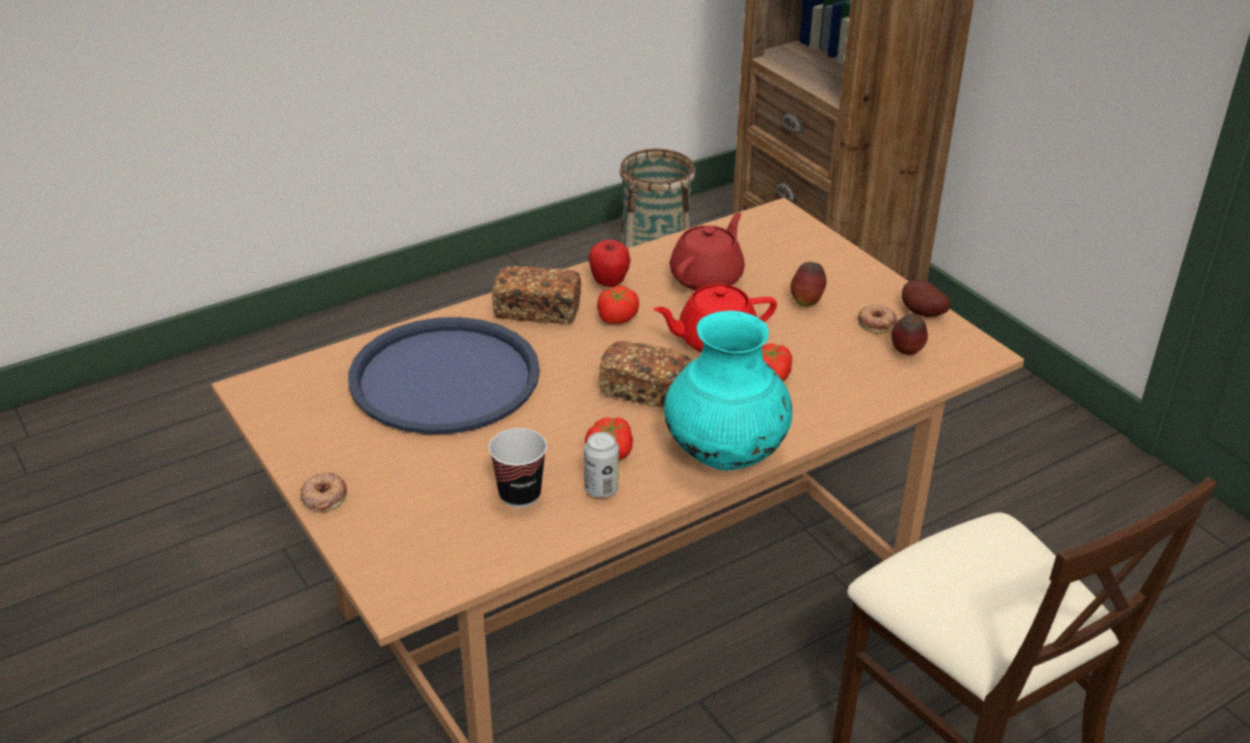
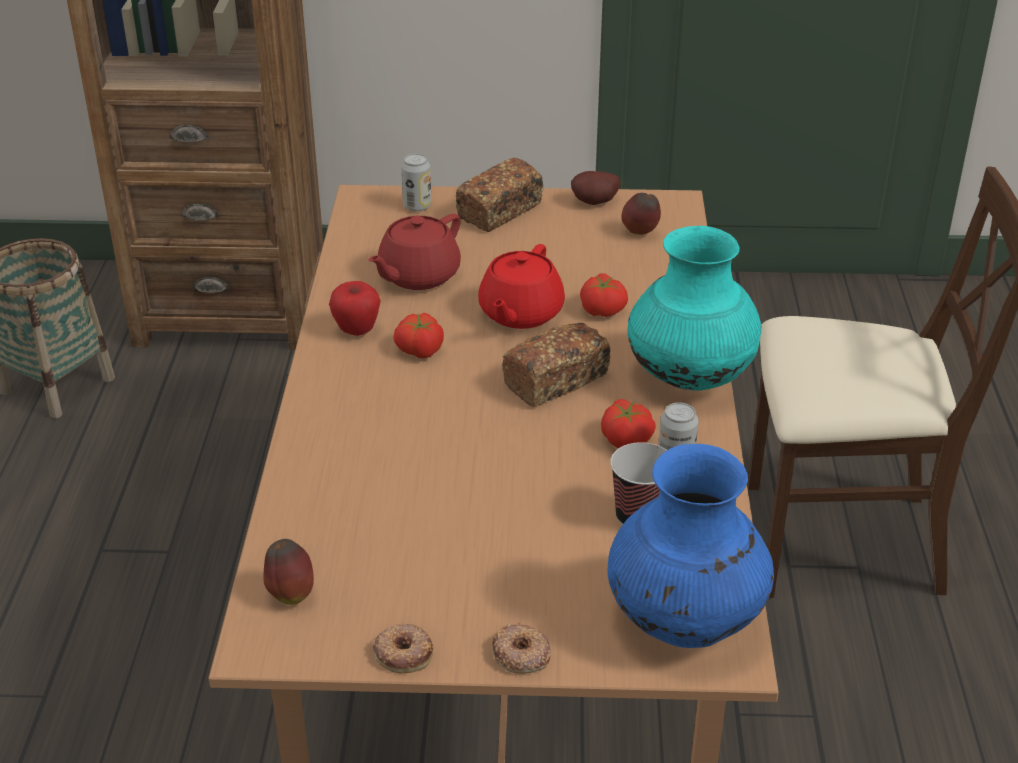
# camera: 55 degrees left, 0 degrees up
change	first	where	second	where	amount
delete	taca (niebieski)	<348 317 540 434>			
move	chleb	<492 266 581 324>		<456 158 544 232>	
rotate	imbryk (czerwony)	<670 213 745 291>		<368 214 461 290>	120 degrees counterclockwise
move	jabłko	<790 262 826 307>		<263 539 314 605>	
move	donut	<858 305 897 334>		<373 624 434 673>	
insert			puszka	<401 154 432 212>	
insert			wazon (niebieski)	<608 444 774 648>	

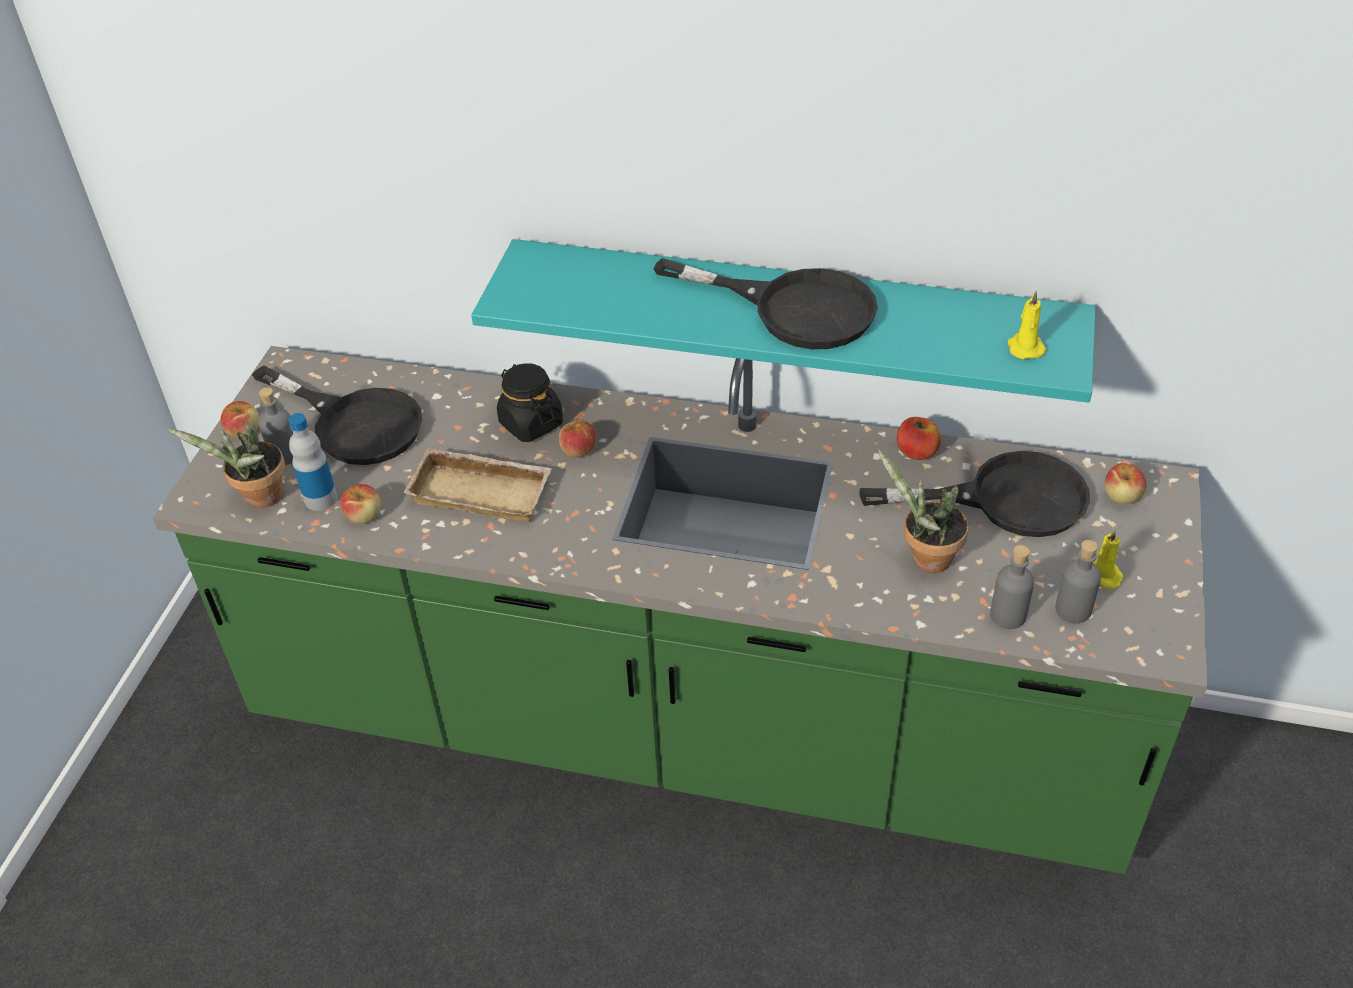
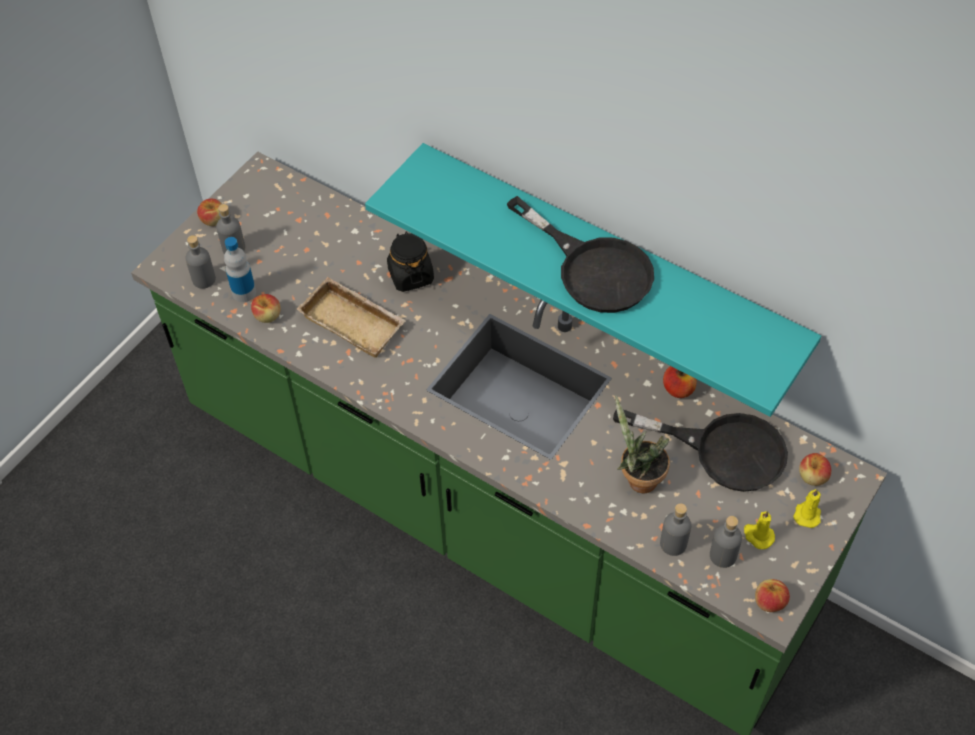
# camera: 20 degrees right, 10 degrees up
change	first	where	second	where	amount
replace	roślina doniczkowa	<166 422 285 508>	butelka (szary)	<185 235 216 289>	
delete	patelnia (czarny)	<252 365 422 465>			
move	jabłko	<559 420 597 458>		<755 579 790 612>	
move	świeca (żółty)	<1008 291 1046 359>		<793 489 821 528>	

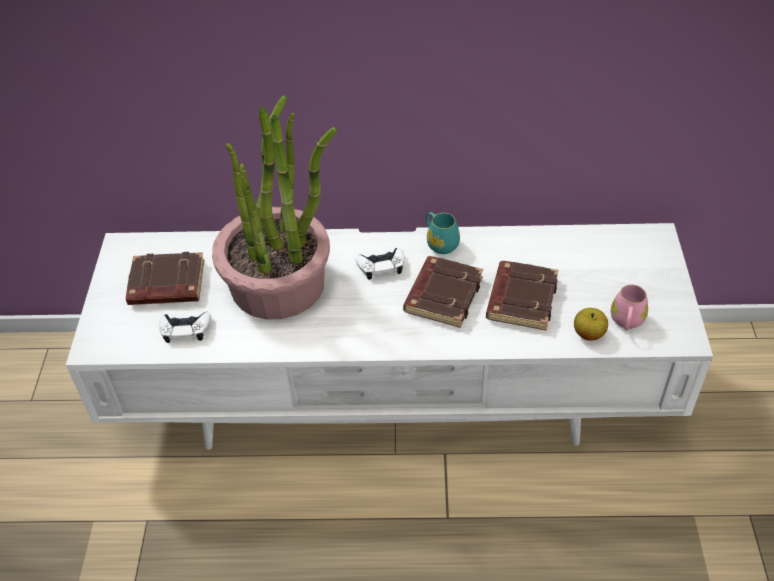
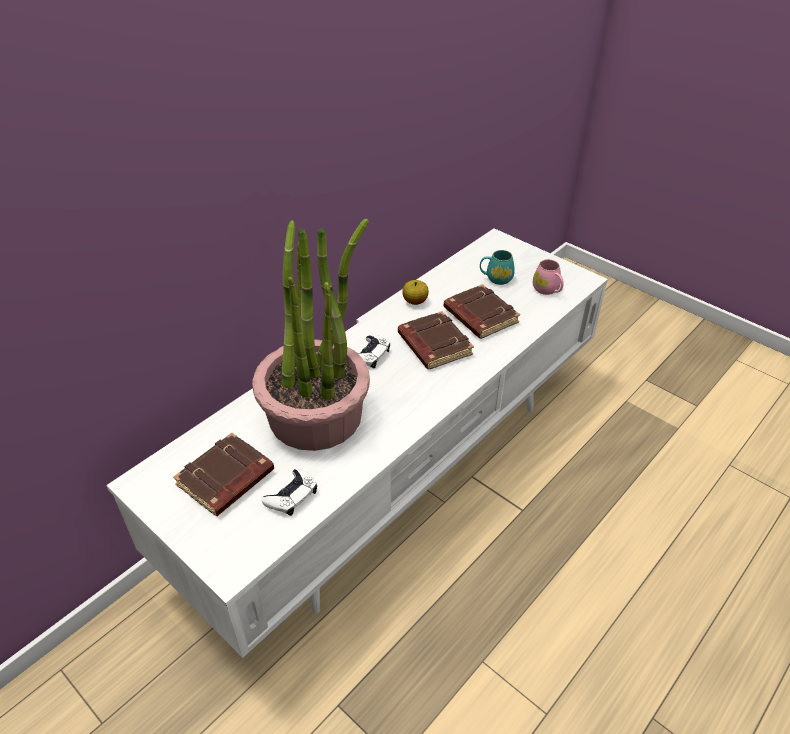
# camera: 50 degrees left, 5 degrees down
change	first	where	second	where	amount
move	kubek (turkusowy)	<426 212 460 254>		<480 250 515 285>	
move	jabłko	<574 308 608 341>		<402 280 429 305>	

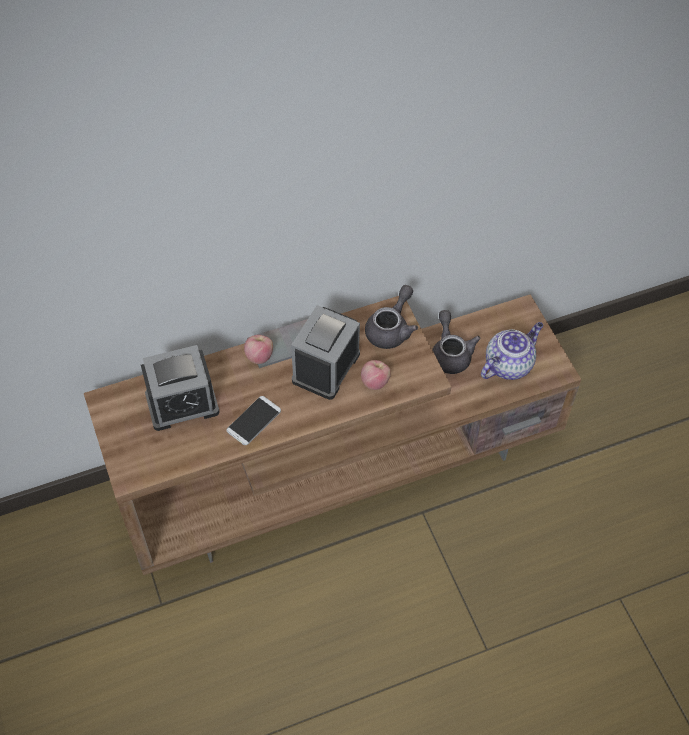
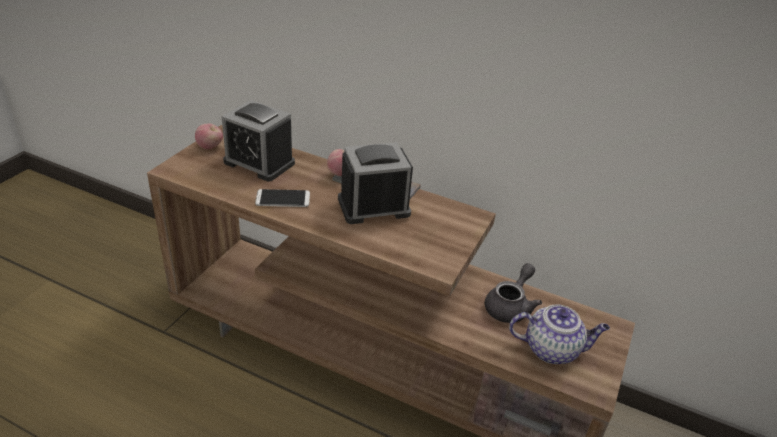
# camera: 45 degrees right, 20 degrees down
change	first	where	second	where	amount
move	jabłko	<361 360 391 390>		<195 123 223 149>	
delete	imbryk (szary)	<365 285 418 349>			

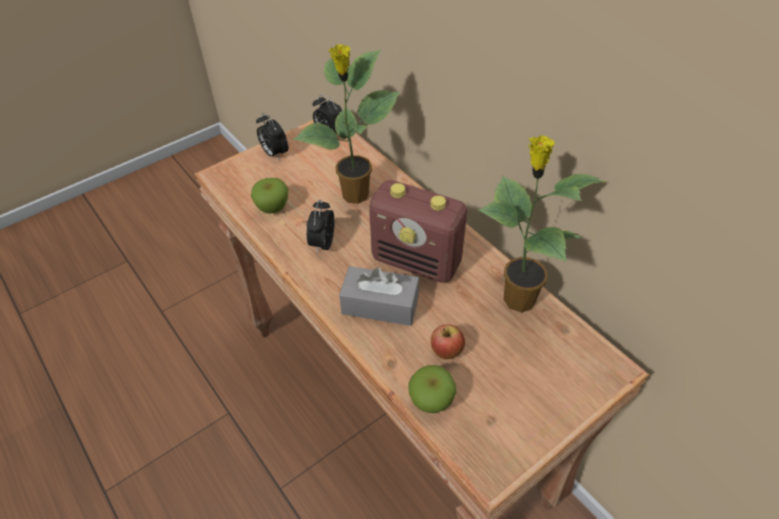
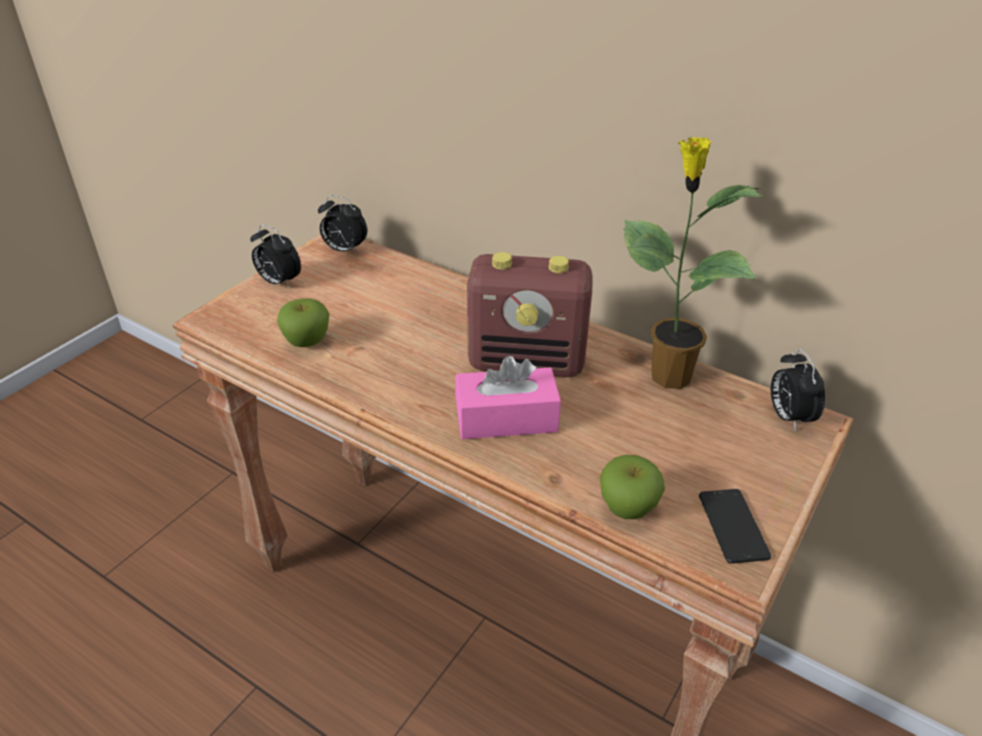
# camera: 20 degrees left, 10 degrees down
change	first	where	second	where	amount
delete	roślina doniczkowa	<293 44 400 204>			
move	budzik	<307 200 334 254>		<771 349 825 431>	
recolor	pudełko chusteczek (szary)	<339 266 419 326>	pudełko chusteczek (różowy)	<455 356 561 439>	
delete	jabłko	<431 324 465 359>			
insert			telefon	<699 489 771 564>	

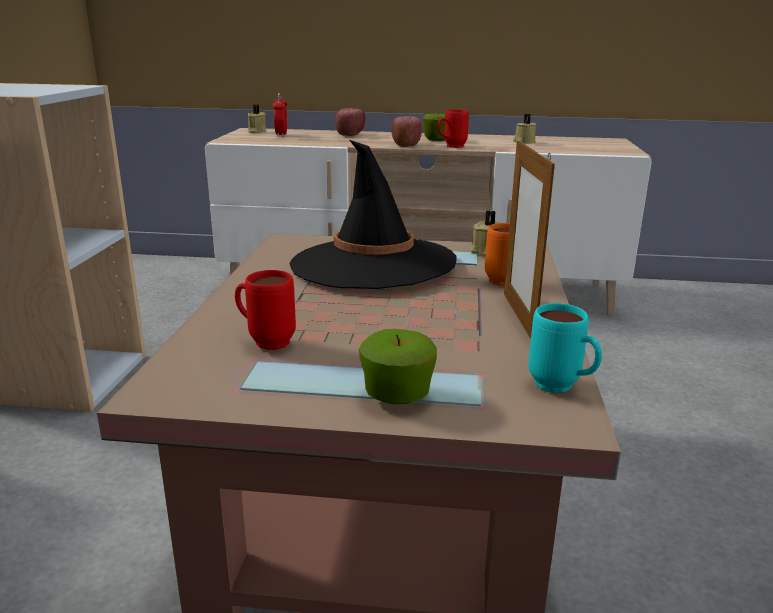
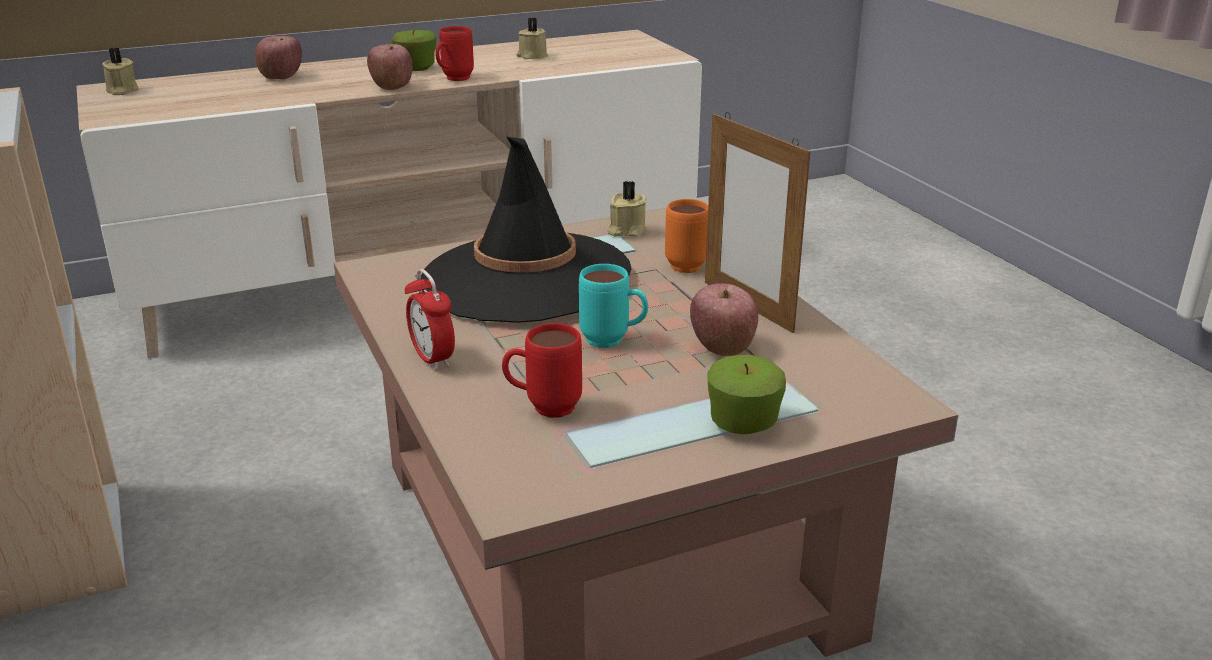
# camera: 30 degrees left, 5 degrees up
change	first	where	second	where	amount
move	budzik	<273 93 287 137>		<405 269 455 370>	
move	kubek (turkusowy)	<529 303 602 393>		<579 264 648 348>	
insert			jabłko	<690 283 758 356>	

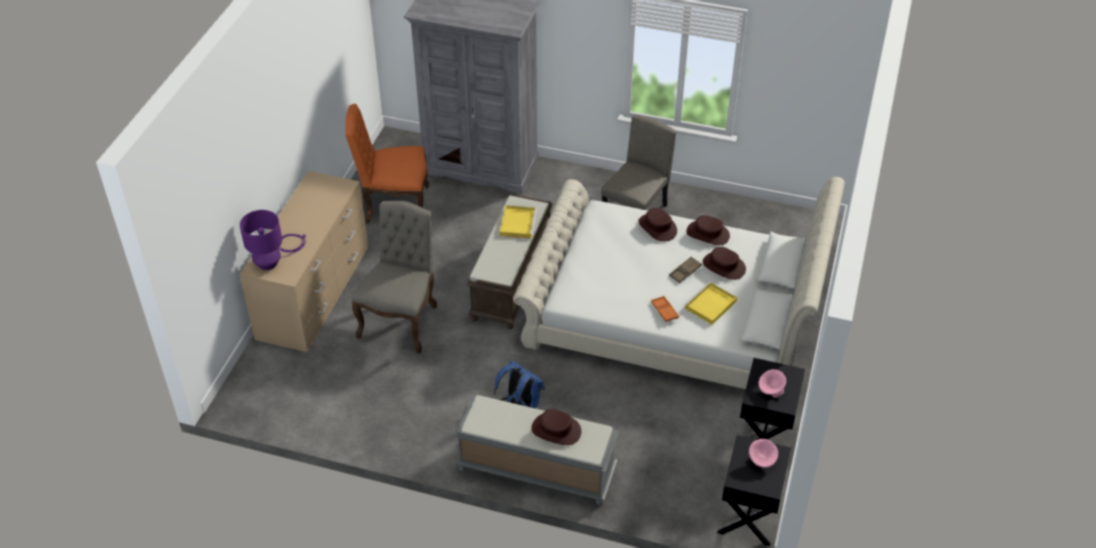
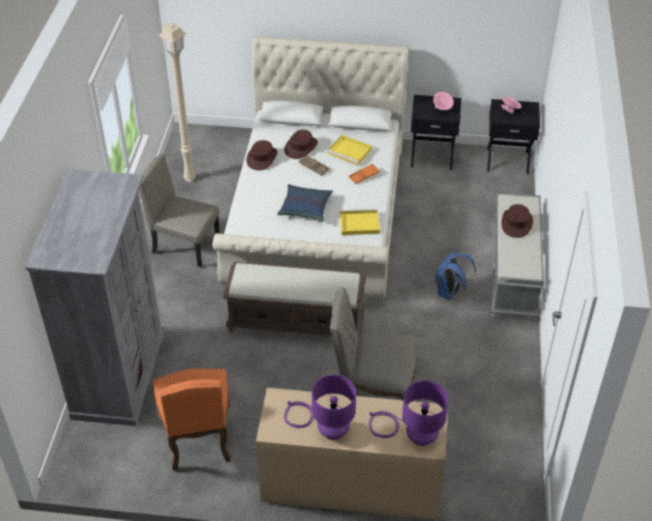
# camera: 100 degrees left, 0 degrees up
change	first	where	second	where	amount
move	taca (żółty)	<500 205 537 238>		<340 209 380 235>	
delete	kapelusz (brązowy)	<638 208 677 242>			
insert			lampa stojąca (beżowy)	<158 22 196 182>	
insert			poduszka (niebieski)	<277 184 333 221>	
insert			lampa stołowa (fioletowy)	<284 375 356 440>	

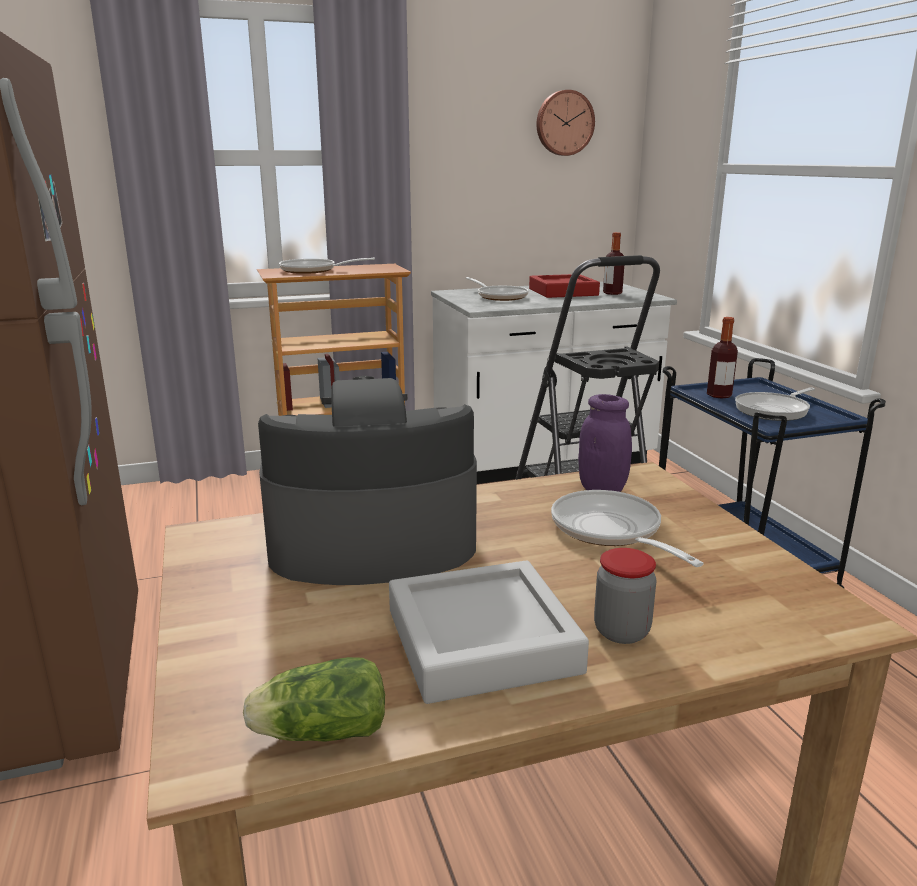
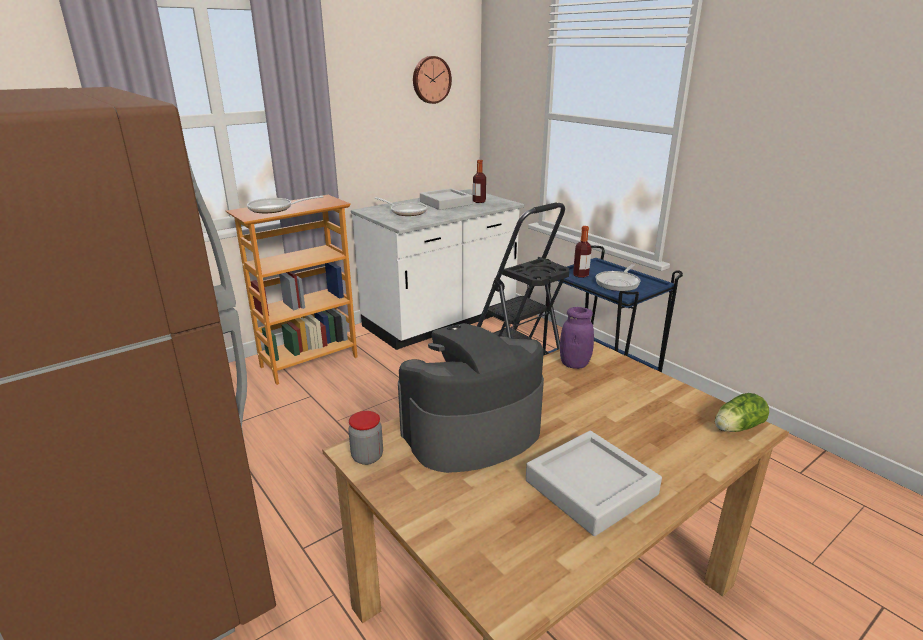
# camera: 20 degrees left, 5 degrees up
change	first	where	second	where	amount
move	sałata	<243 657 385 742>		<715 393 769 432>	
recolor	taca (czerwony)	<529 274 600 298>	taca (szary)	<420 188 472 210>	
delete	patelnia	<551 490 704 567>			
move	słoik	<594 548 656 644>		<348 411 383 465>	

